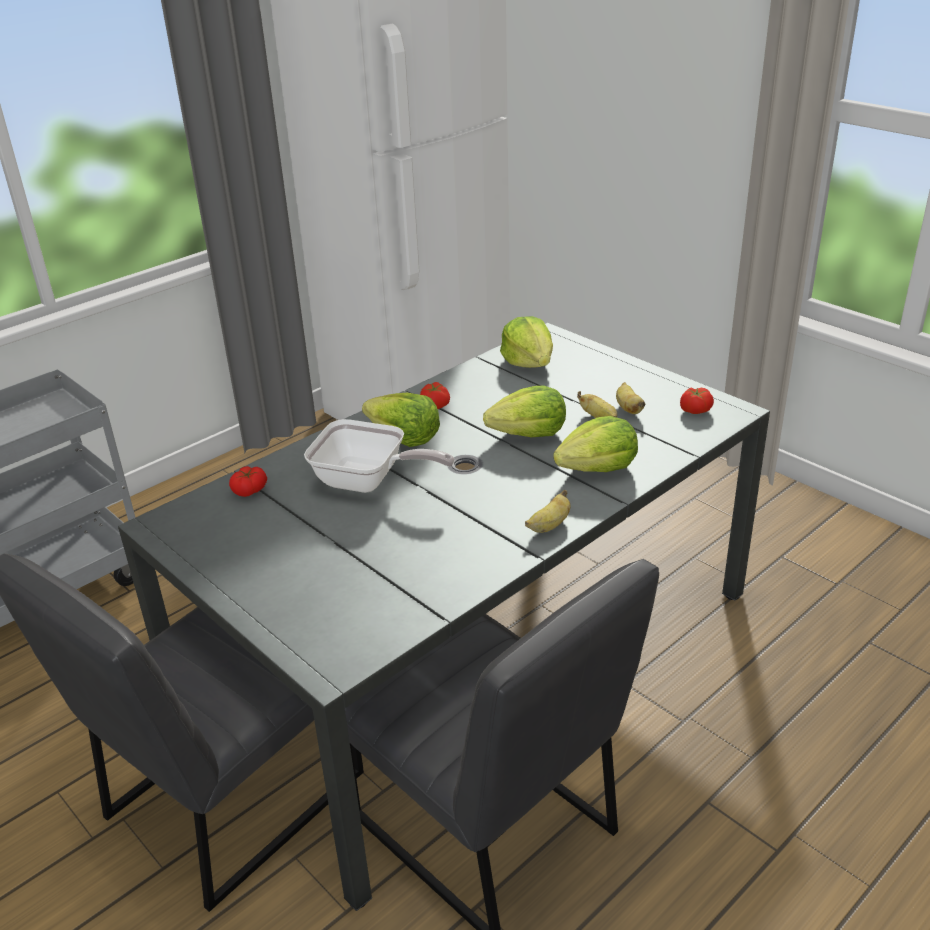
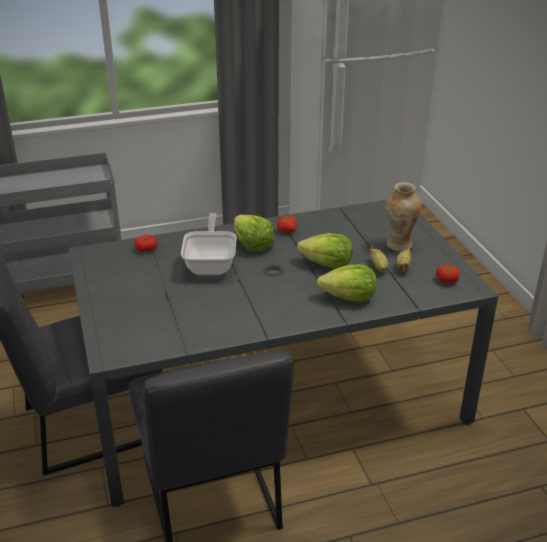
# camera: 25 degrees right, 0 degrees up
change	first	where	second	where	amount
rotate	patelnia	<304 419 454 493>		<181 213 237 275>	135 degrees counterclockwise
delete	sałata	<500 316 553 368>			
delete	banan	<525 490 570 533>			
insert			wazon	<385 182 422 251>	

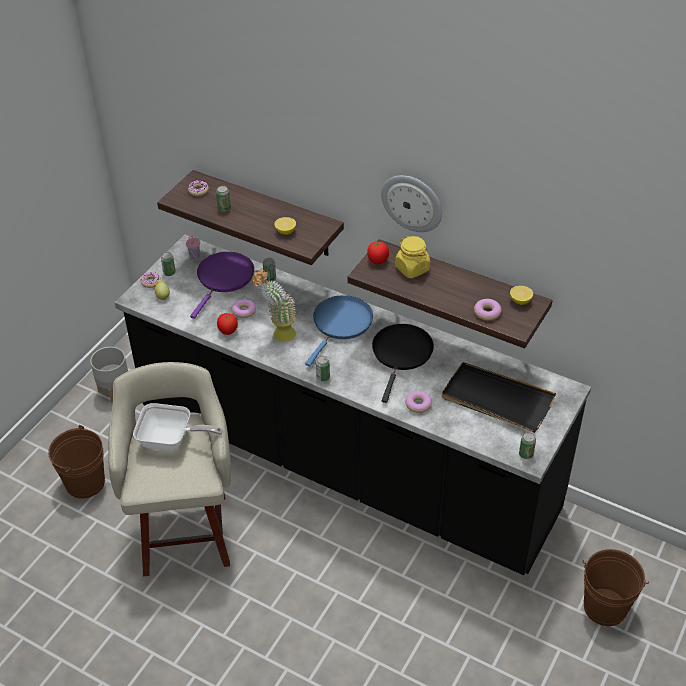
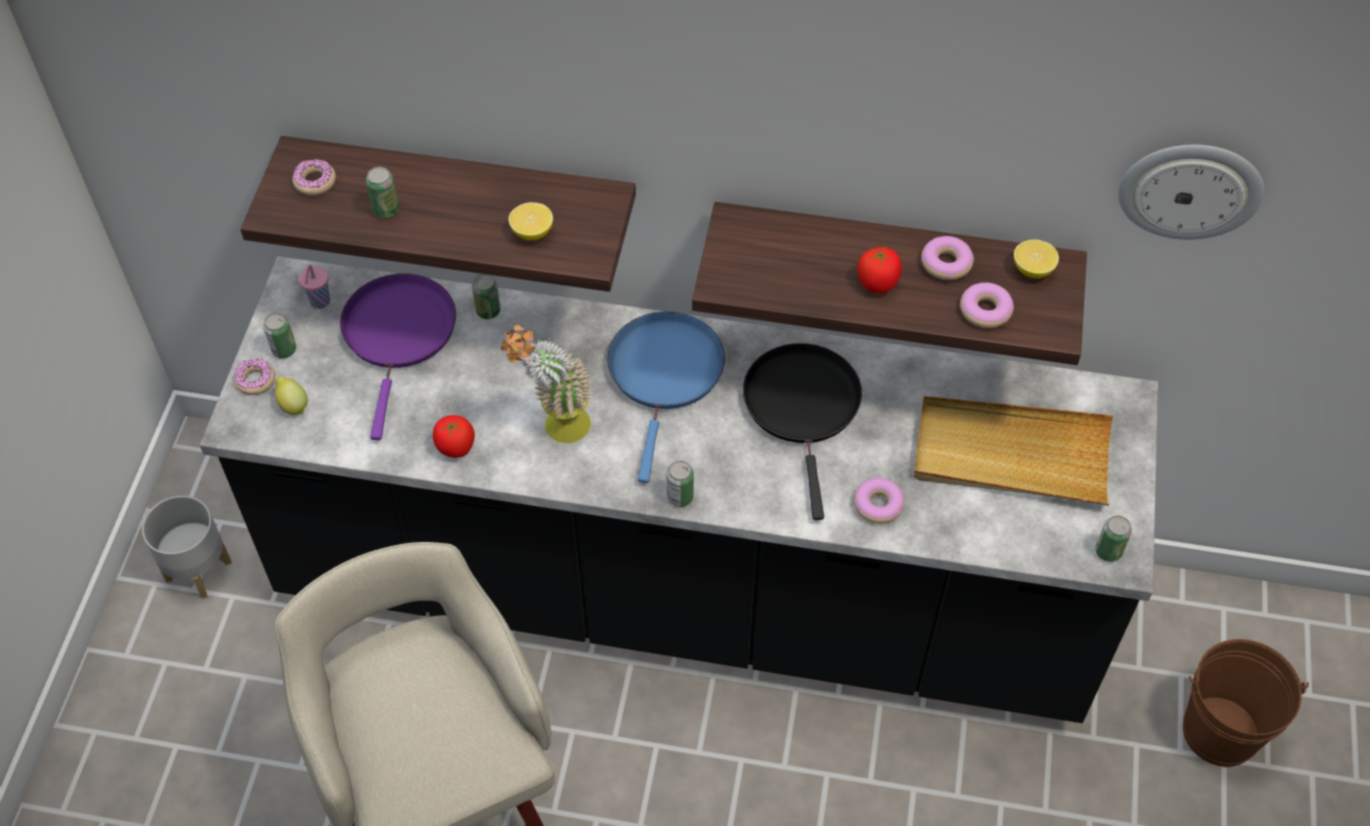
# camera: 20 degrees left, 10 degrees up
change	first	where	second	where	amount
delete	wiadro (brązowy)	<48 425 105 499>			
delete	patelnia	<133 403 223 451>			
move	donut	<232 299 256 318>		<921 236 974 280>	
move	pomidor	<367 241 389 264>		<857 247 902 294>	
move	zegar ścienny	<381 175 442 232>		<1118 145 1264 240>	
delete	słoik (żółty)	<395 236 430 278>			
recolor	taca (czarny)	<442 362 556 433>	taca (beżowy)	<914 396 1113 506>	

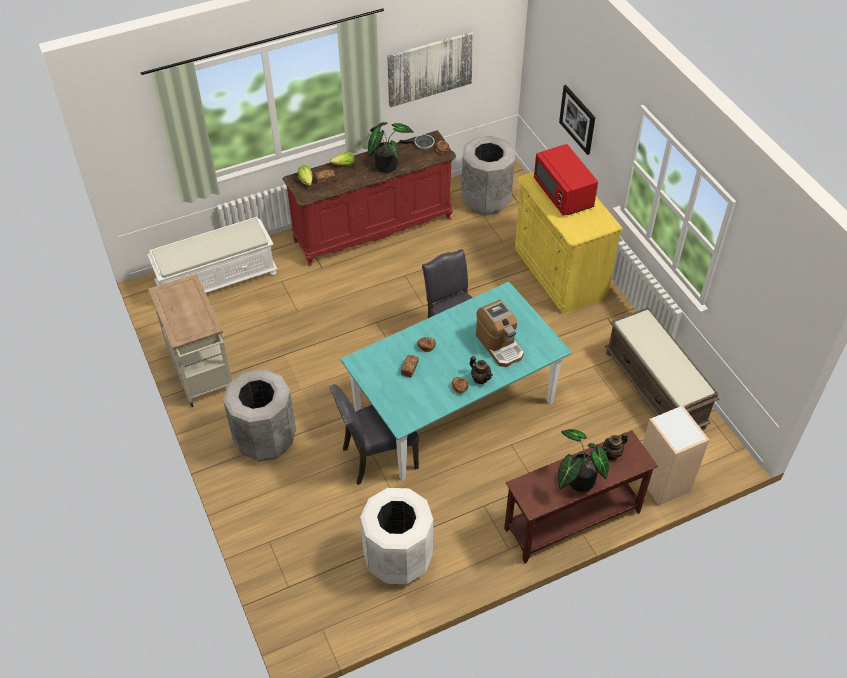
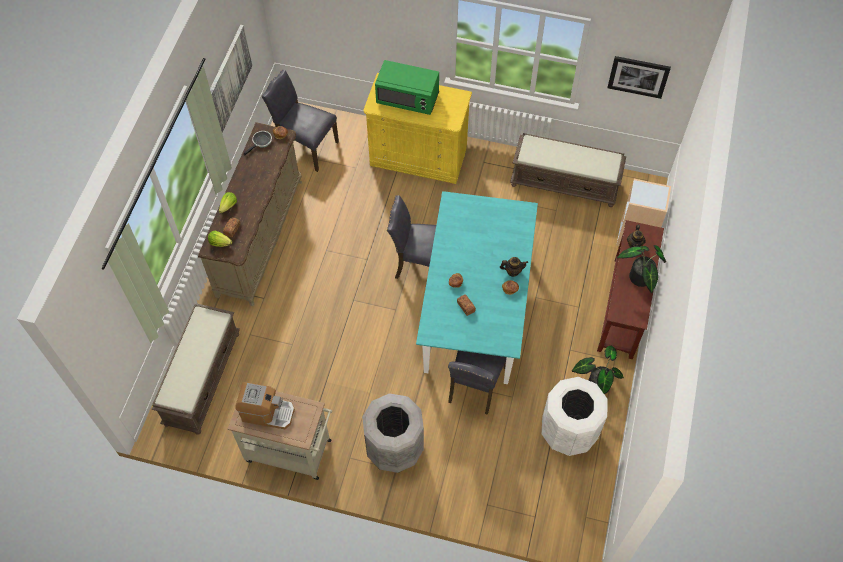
# camera: 50 degrees left, 10 degrees up
change	first	where	second	where	amount
recolor	ławka (biały)	<147 217 277 293>	ławka (brązowy)	<152 303 240 435>	
recolor	szafka (czerwony)	<283 130 456 266>	szafka (beżowy)	<198 122 302 306>	
move	roślina doniczkowa	<368 122 414 173>		<572 346 624 394>	
replace	kosz na śmieci (szary)	<461 136 516 216>	krzesło (szary)	<261 70 339 172>	
move	ekspres do kawy	<476 299 524 367>		<235 382 295 429>	
recolor	mikrofalówka (czerwony)	<534 144 598 216>	mikrofalówka (zielony)	<375 60 439 115>	
move	obraz	<559 85 595 155>		<607 56 671 99>	

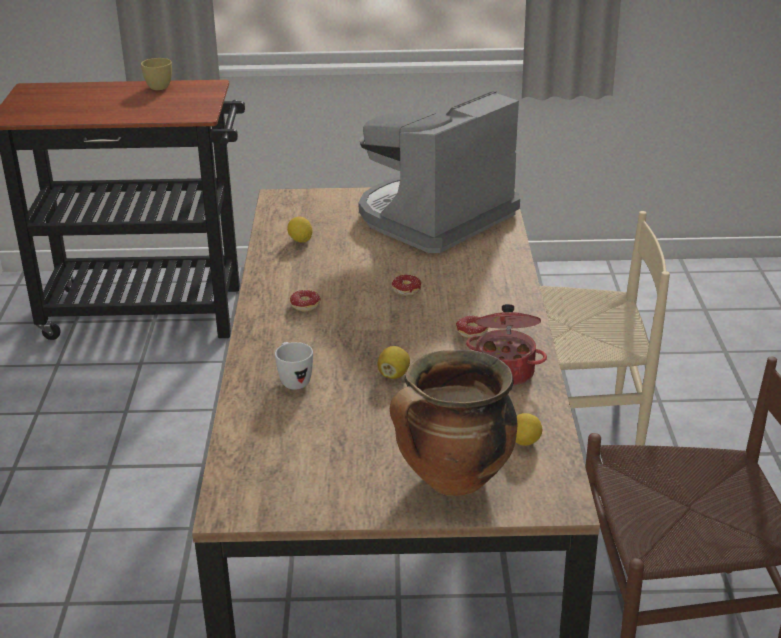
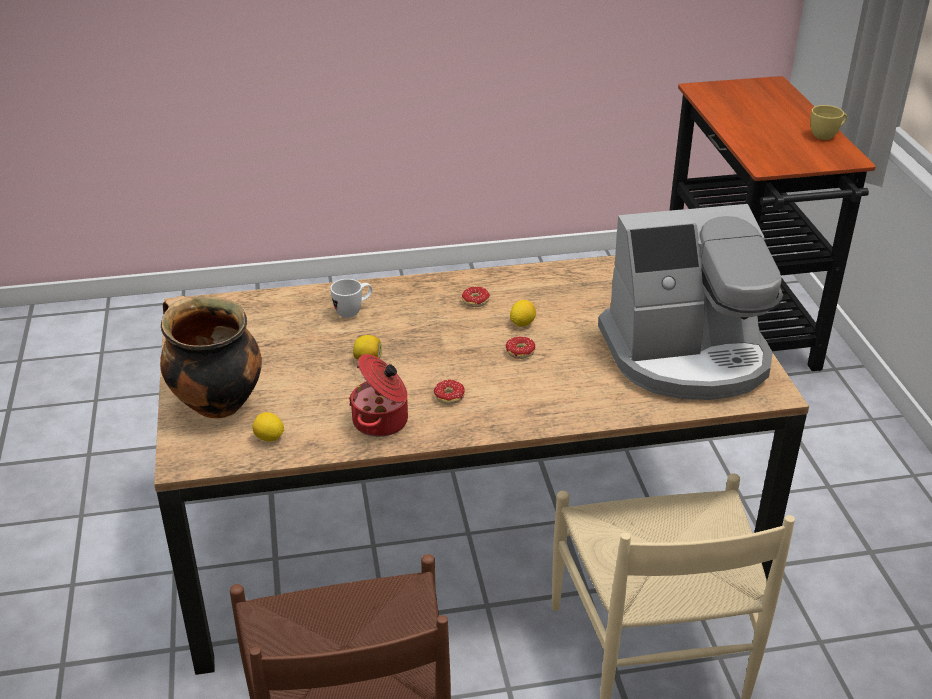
# camera: 80 degrees right, 5 degrees up
change	first	where	second	where	amount
move	cytryna	<287 217 312 242>		<510 300 536 327>	
rotate	ekspres do kawy	<358 91 520 253>		<598 204 783 400>	135 degrees clockwise

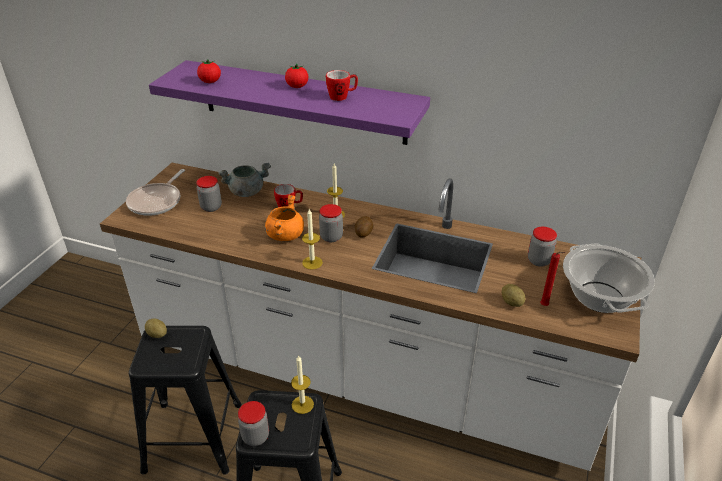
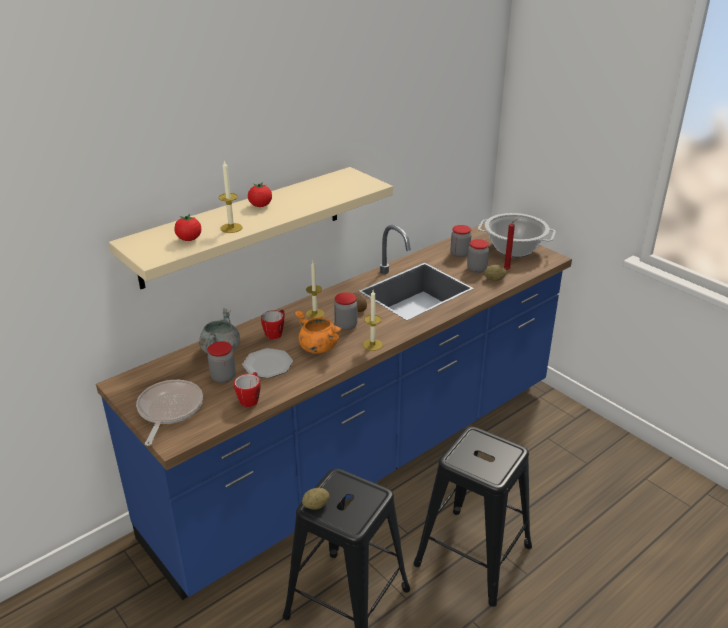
# camera: 60 degrees left, 5 degrees down
change	first	where	second	where	amount
recolor	zabudowa kuchenna (biały)	<100 163 641 471>	zabudowa kuchenna (niebieski)	<96 223 572 600>	
rotate	patelnia	<126 169 185 216>		<136 380 203 446>	135 degrees counterclockwise
recolor	półka (fioletowy)	<149 60 430 145>	półka (beżowy)	<108 167 393 289>	
move	słoik	<238 401 269 446>		<467 239 489 273>	
move	świeca	<291 355 314 414>		<219 160 242 233>	
move	kubek	<326 70 358 101>		<234 372 260 407>	
insert			talerz	<242 348 293 378>	

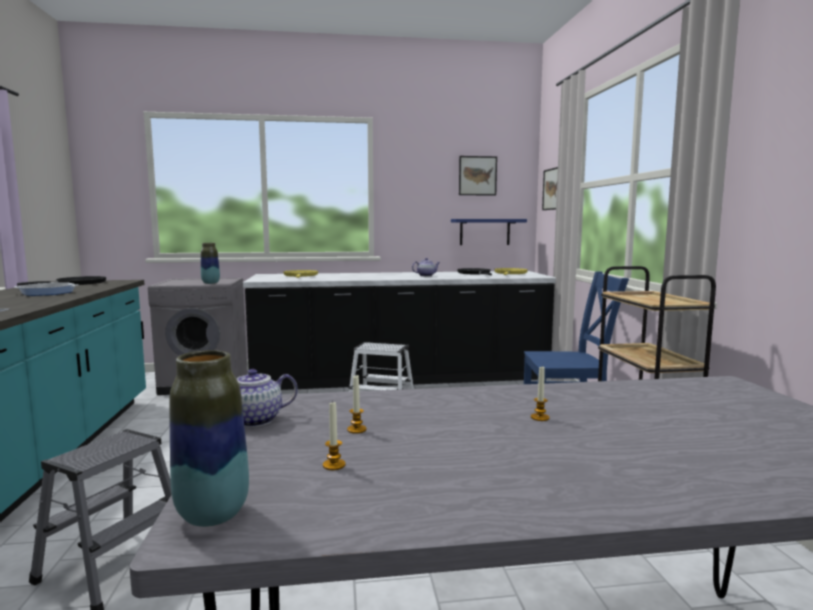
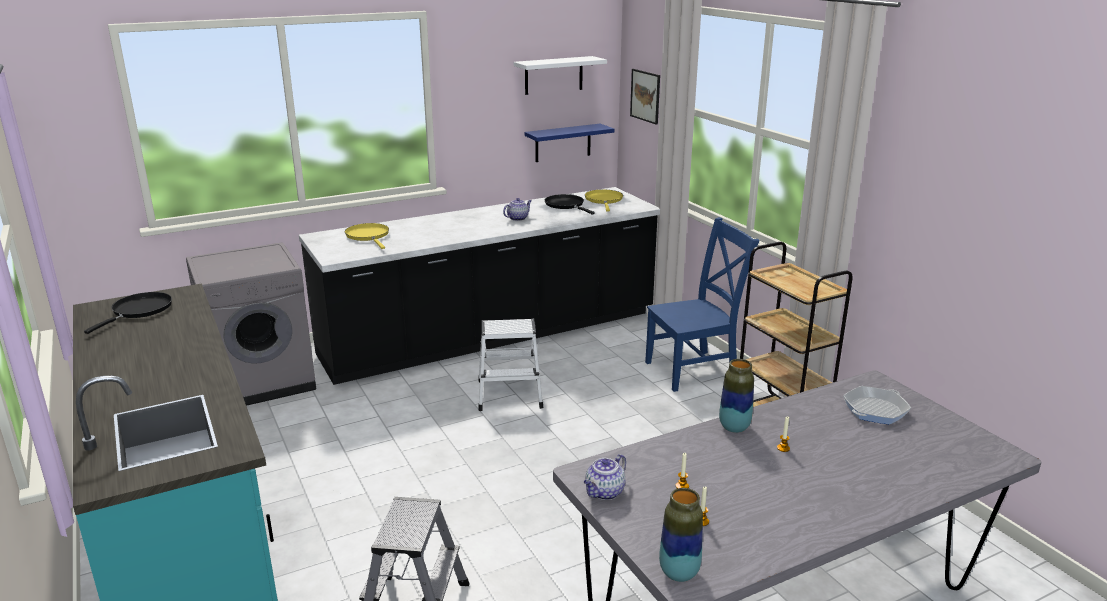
# camera: 20 degrees left, 15 degrees up
change	first	where	second	where	amount
move	patelnia	<14 282 79 296>		<843 386 911 424>	
move	wazon	<201 243 220 284>		<719 359 754 433>	
replace	obraz	<459 156 497 196>	półka (biały)	<514 56 607 95>	

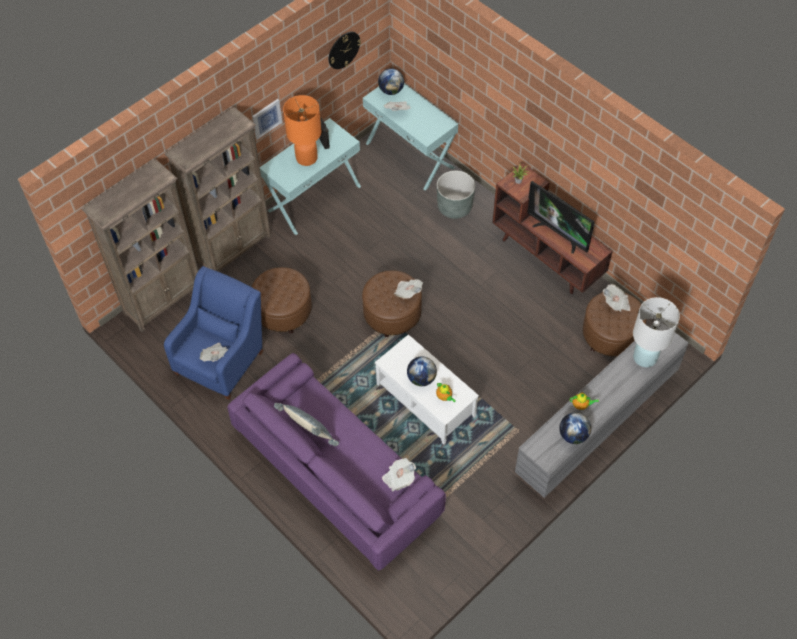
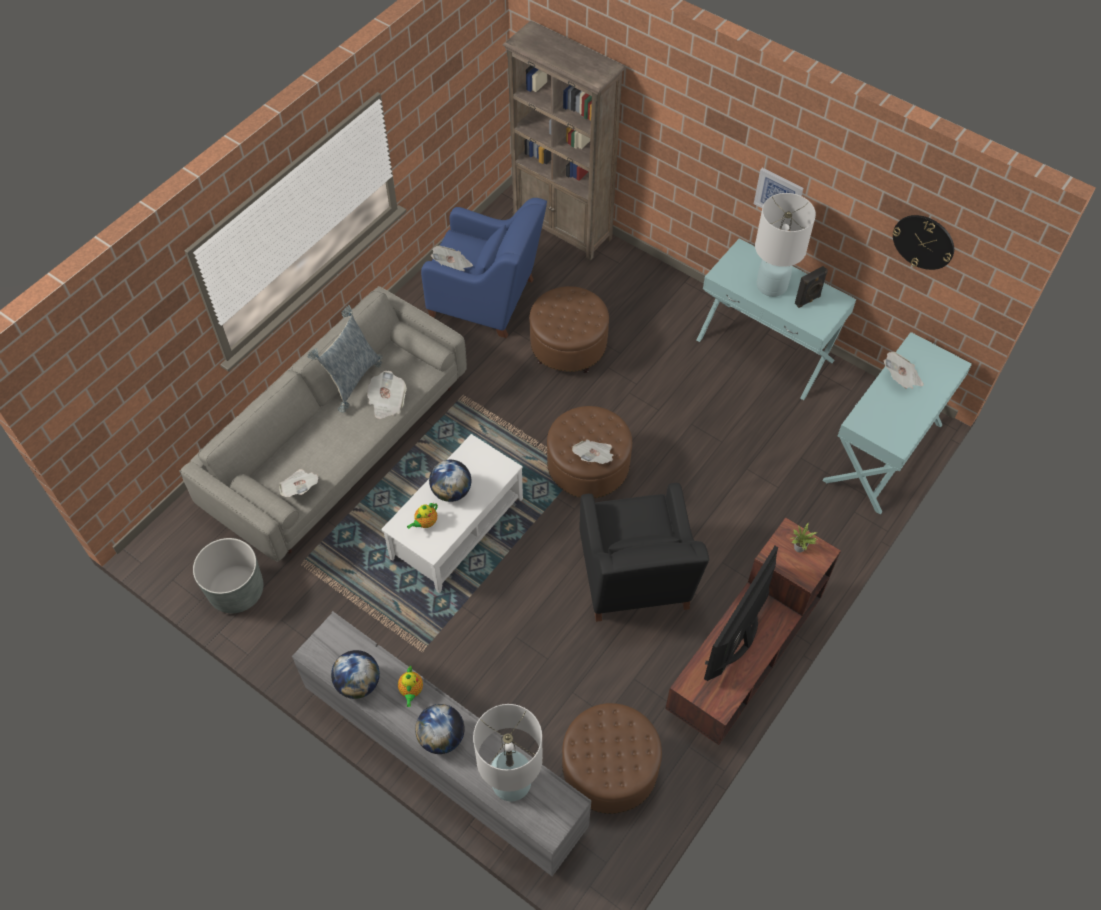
# camera: 80 degrees right, 0 degrees up
change	first	where	second	where	amount
delete	regał (brązowy)	<165 107 272 272>			
recolor	kanapa (fioletowy)	<228 353 446 571>	kanapa (szary)	<179 286 467 562>	
recolor	lampa stołowa (pomarańczowy)	<283 95 321 166>	lampa stołowa (biały)	<755 193 816 297>	
move	globus	<378 68 404 95>		<415 704 465 754>	
move	donica (szary)	<437 171 475 219>		<193 538 264 613>	
move	gazeta	<603 284 631 312>		<366 371 407 419>	
insert			fotel (czarny)	<579 483 709 622>	

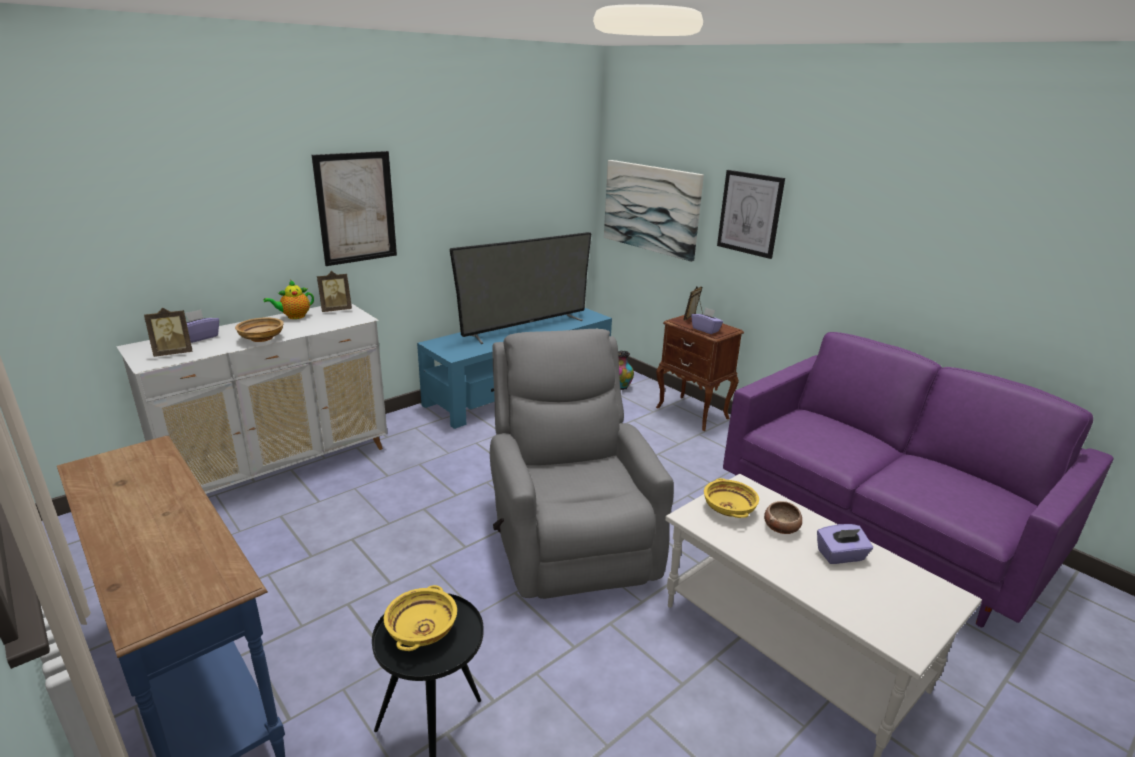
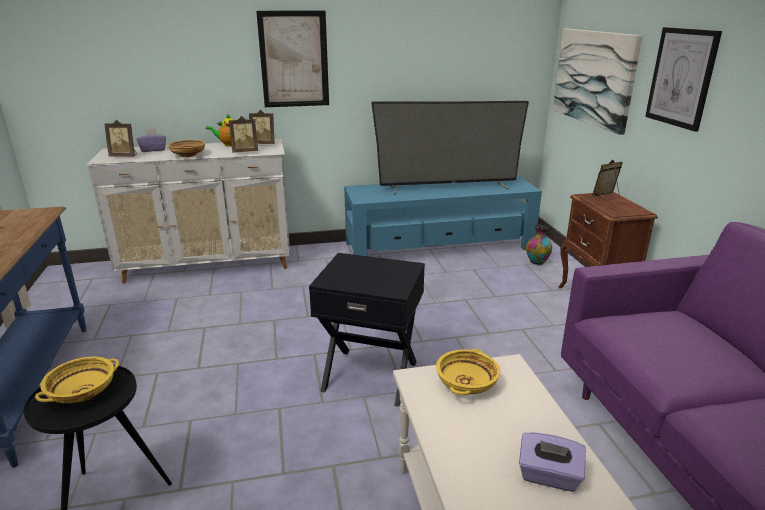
# camera: 30 degrees right, 0 degrees up
change	first	where	second	where	amount
replace	fotel (szary)	<490 329 674 599>	stolik (czarny)	<309 253 425 407>	
delete	pudełko chusteczek (fioletowy)	<691 308 723 334>			
delete	miska	<764 501 802 534>			
insert			ramka na zdjęcie	<229 116 258 153>	

